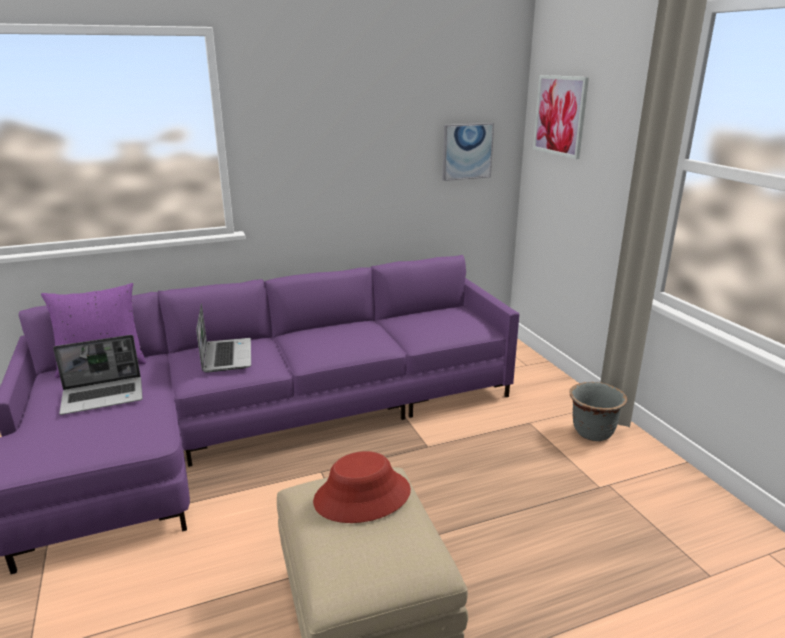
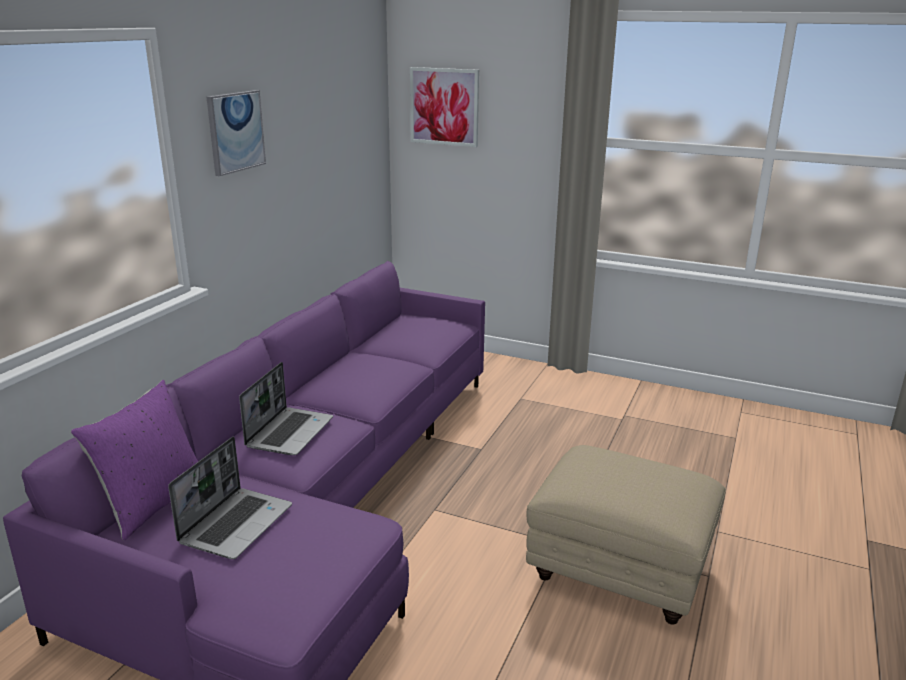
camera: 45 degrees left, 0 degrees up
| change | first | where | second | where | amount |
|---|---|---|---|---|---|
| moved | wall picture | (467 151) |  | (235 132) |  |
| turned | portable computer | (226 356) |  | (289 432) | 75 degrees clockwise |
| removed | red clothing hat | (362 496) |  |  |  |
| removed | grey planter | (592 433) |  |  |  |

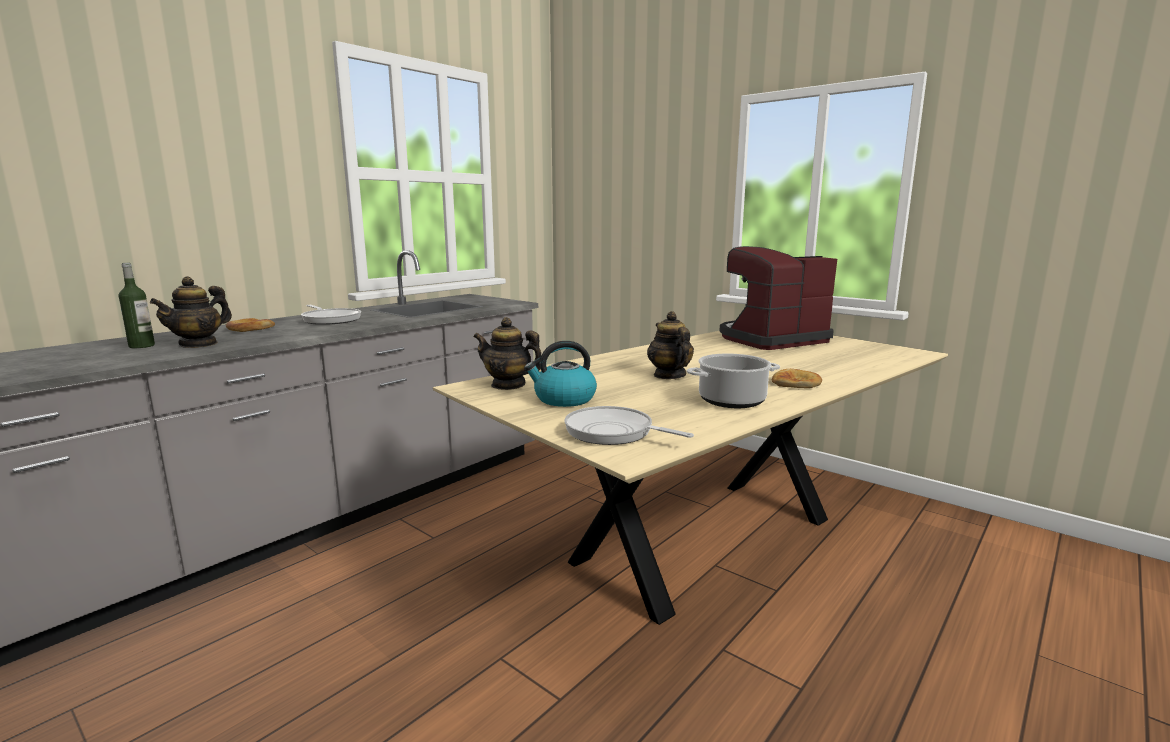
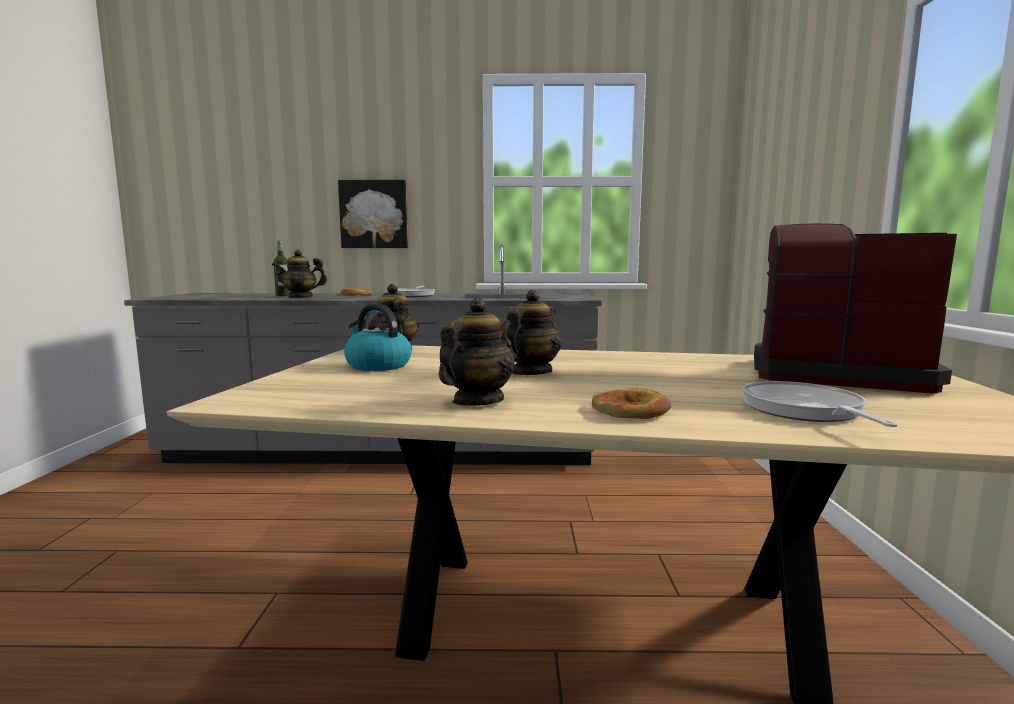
camera: 50 degrees right, 5 degrees down
| change | first | where | second | where | amount |
|---|---|---|---|---|---|
| added |  |  | wall picture | (374 214) |  |
| replaced | saucepot | (731 401) | teapot | (477 401) |  |
| moved | skillet | (613 432) |  | (804 410) |  |

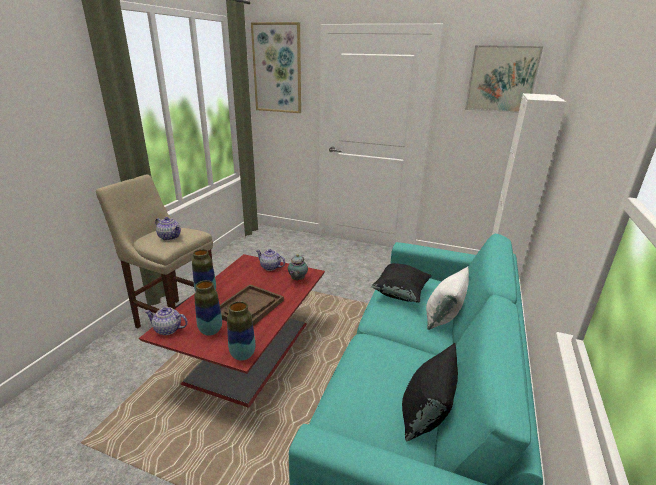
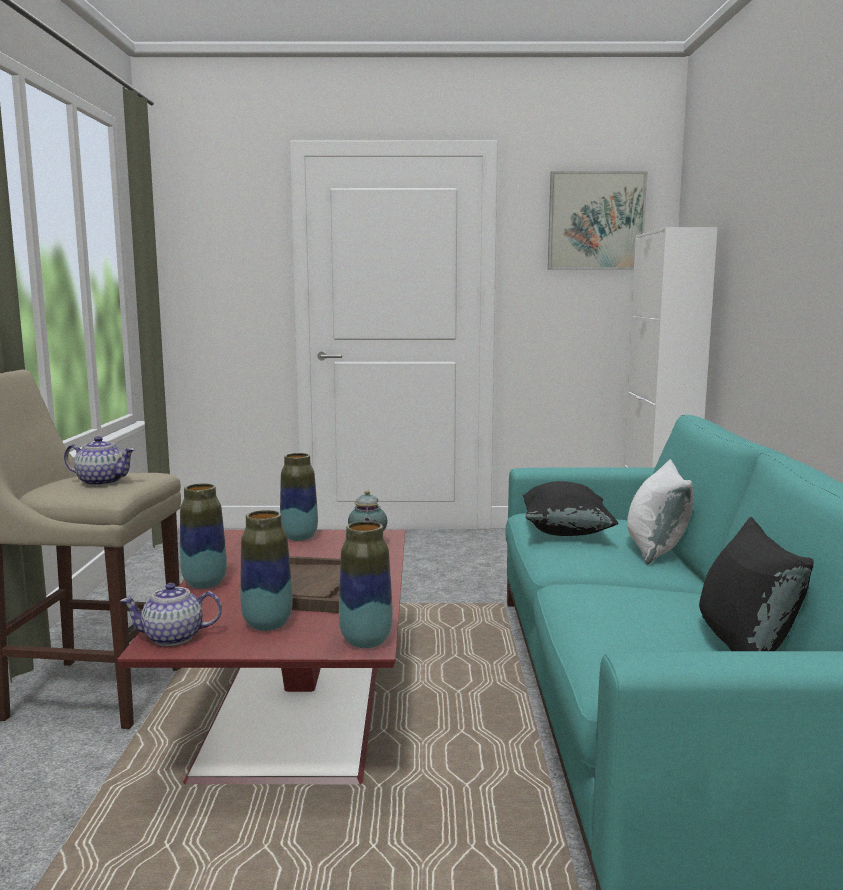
camera: 20 degrees left, 15 degrees down
| change | first | where | second | where | amount |
|---|---|---|---|---|---|
| replaced | teapot | (270 267) | vase | (299 537) |  |
| removed | wall picture | (277 68) |  |  |  |

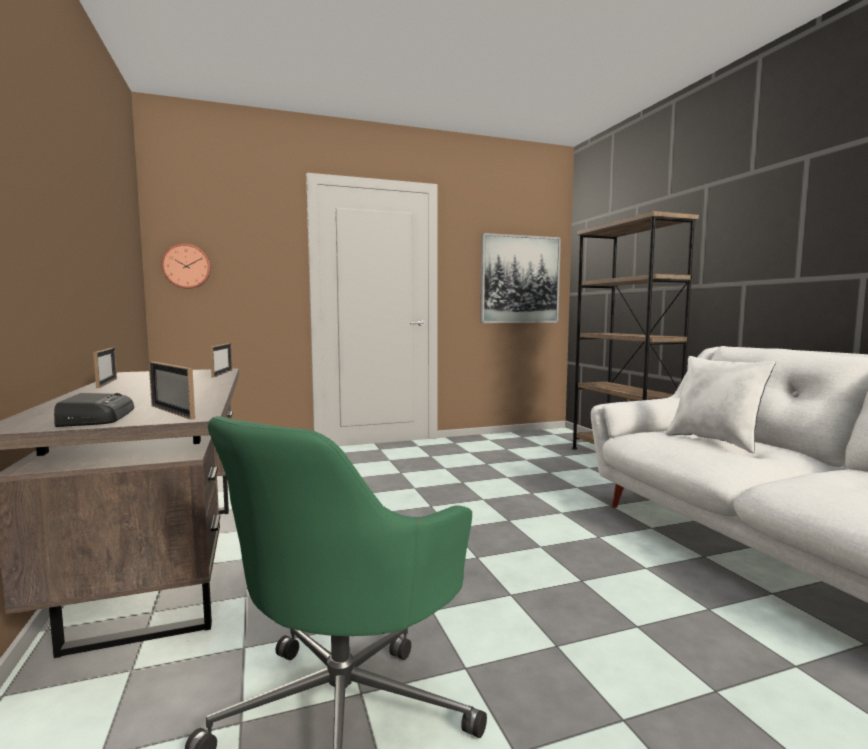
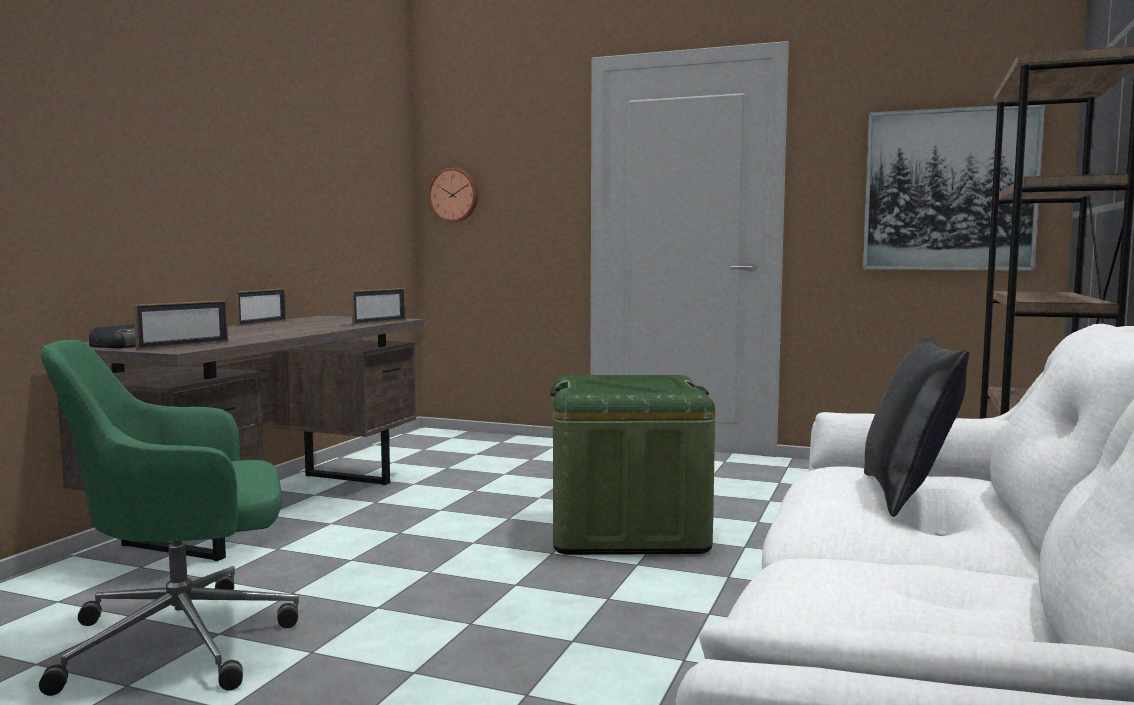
camera: 40 degrees right, 0 degrees up
| change | first | where | second | where | amount |
|---|---|---|---|---|---|
| turned | photo frame | (172 412) |  | (183 346) | 135 degrees counterclockwise |
| added |  |  | green-coloured storage container | (627 530) |  |
| recoloured | white-coloured pillow | (715 442) | blackish pillow | (908 496) |  |

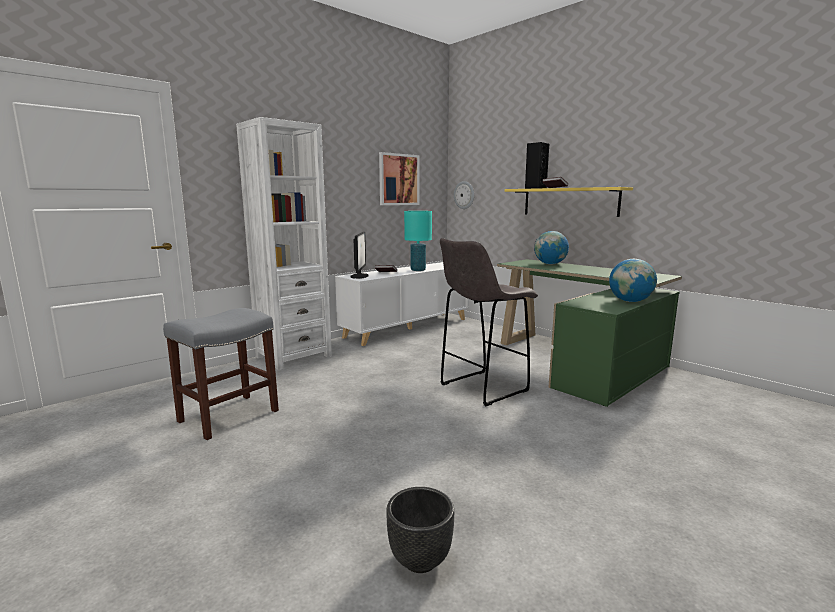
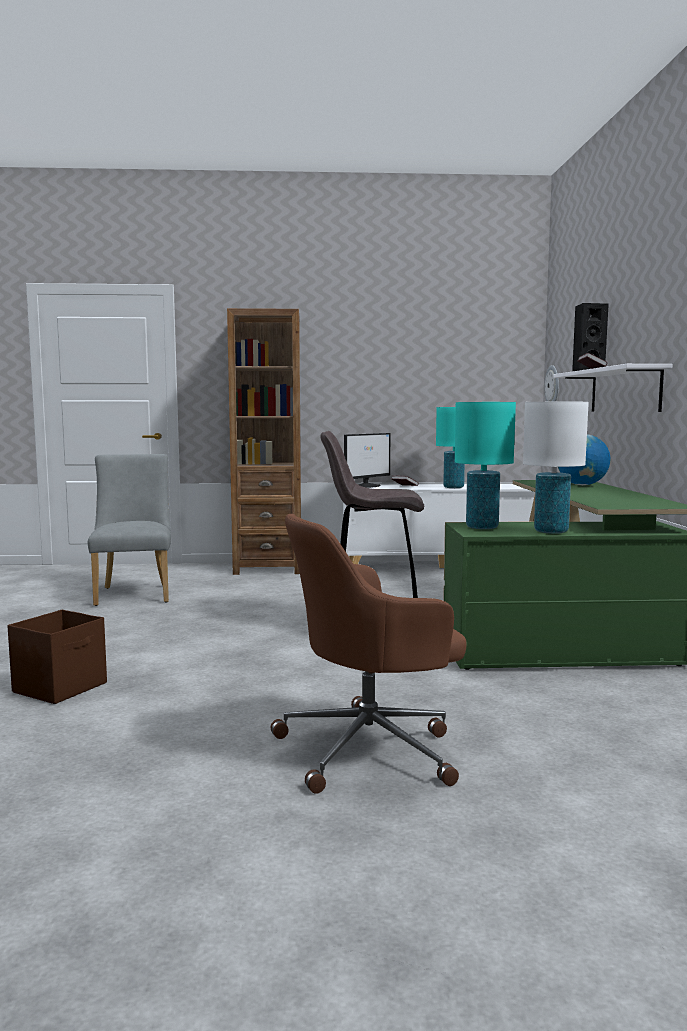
camera: 40 degrees right, 5 degrees down
| change | first | where | second | where | amount |
|---|---|---|---|---|---|
| replaced | blackish planter | (419 560) | brown-coloured storage container | (61 687) |  |
| replaced | grey sitting stool | (229 415) | grey upright chair | (134 593) |  |
| recoloured | white-coloured bookcase | (293 356) | brown-coloured bookcase | (268 568) |  |
| added |  |  | brown-coloured office chair | (371 749) |  |
| added |  |  | turquoise lamp for a table | (482 527) |  |
| replaced | globe | (630 301) | white-coloured lamp for a table | (551 531) |  |
| recoloured | yellow shelf | (569 202) | white-coloured shelf | (624 390) |  |
| removed | wall picture | (398 179) |  |  |  |

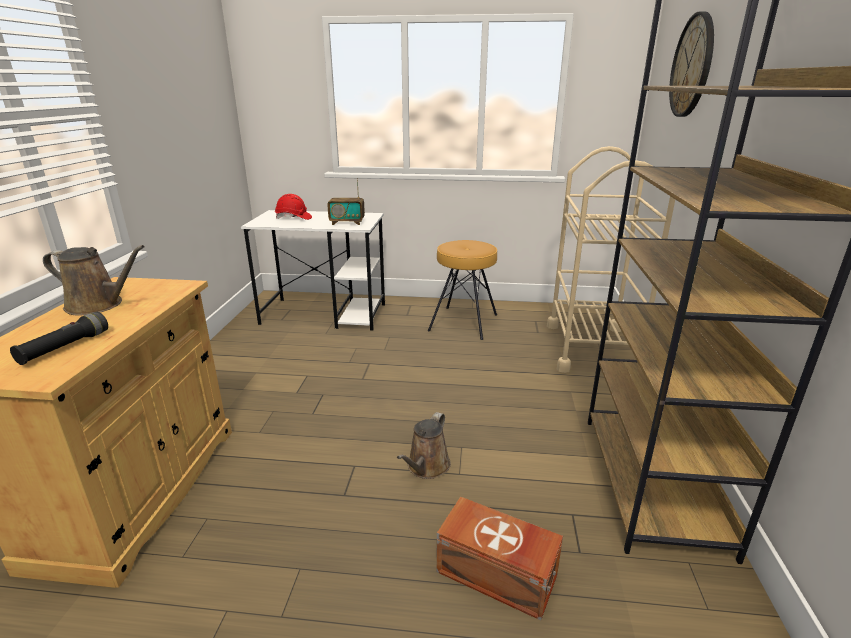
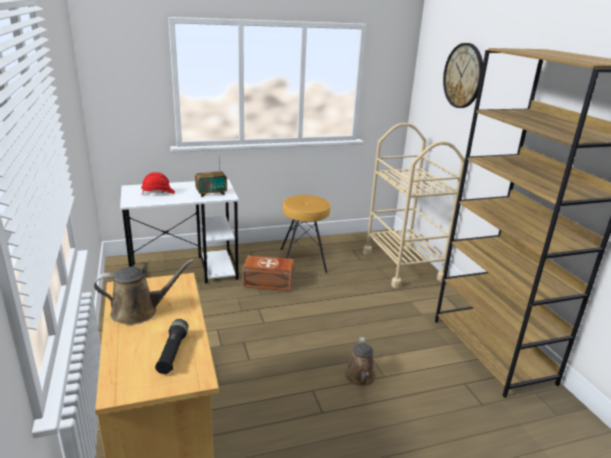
camera: 25 degrees left, 0 degrees up
| change | first | where | second | where | amount |
|---|---|---|---|---|---|
| moved | brown-coloured storage container | (497 575) |  | (269 283) |  |

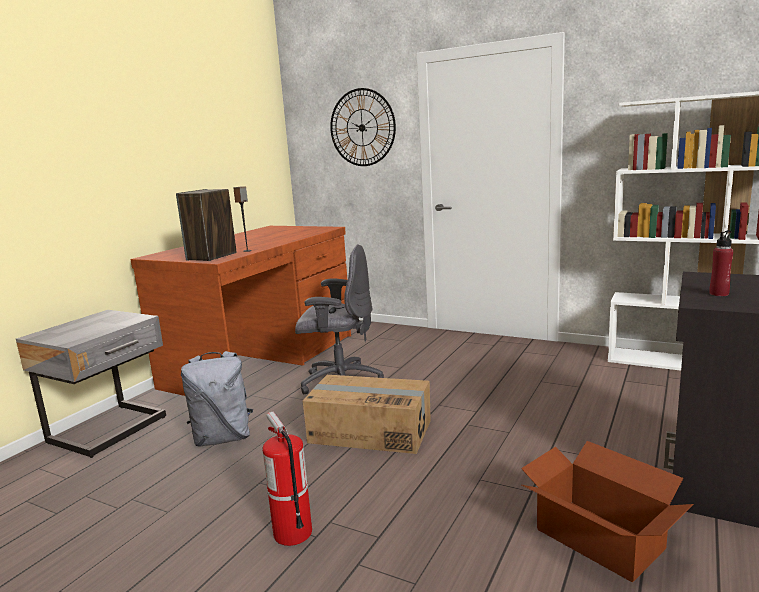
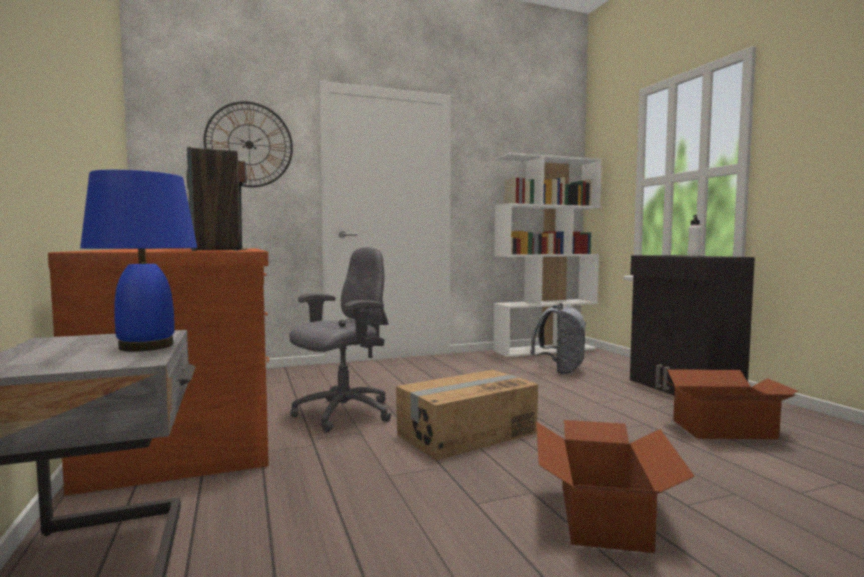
camera: 50 degrees left, 10 degrees down
| change | first | where | second | where | amount |
|---|---|---|---|---|---|
| added |  |  | blue lamp for a table | (147 346) |  |
| moved | grey knapsack | (223 438) |  | (560 371) |  |
| replaced | fire-fighting cylinder | (292 532) | cardboard box | (601 516) |  |
| recoloured | red bottle | (719 294) | white-coloured bottle | (693 256) |  |

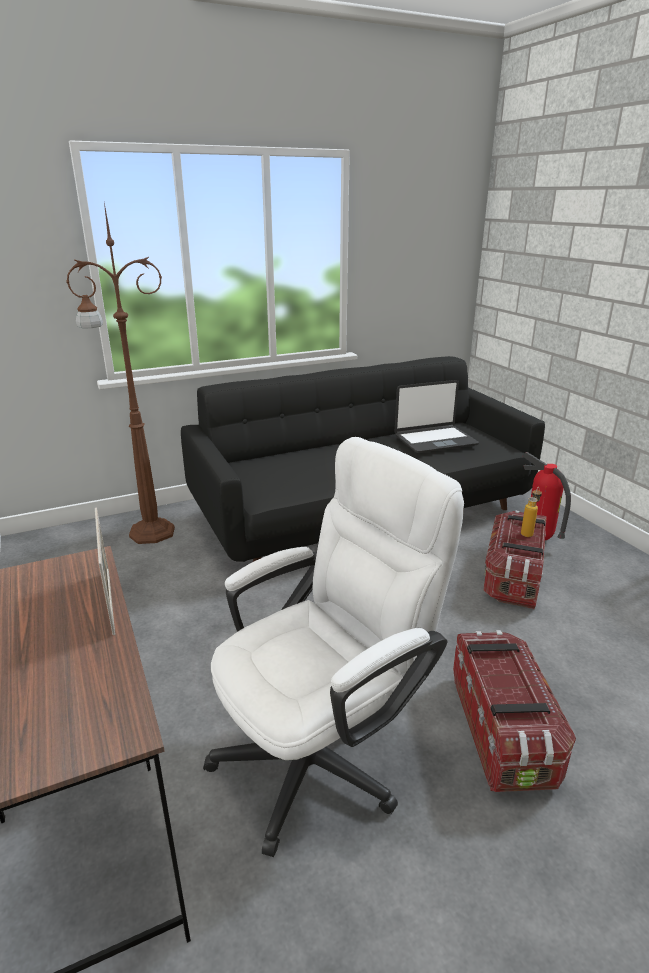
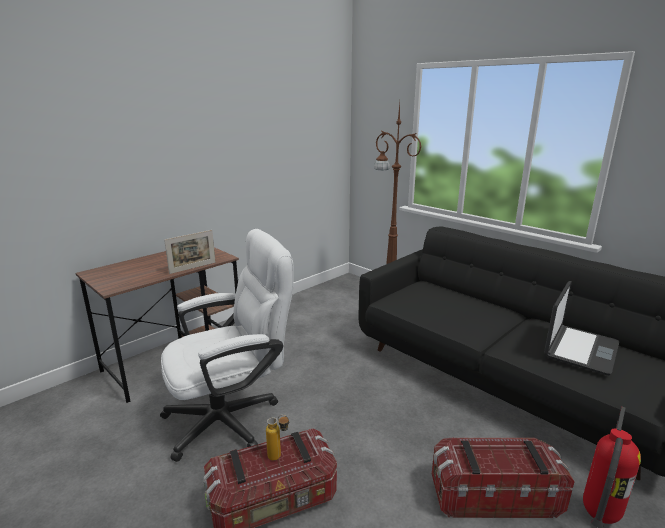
camera: 70 degrees right, 5 degrees down
| change | first | where | second | where | amount |
|---|---|---|---|---|---|
| turned | white-coloured office chair | (325 752) |  | (232 417) | 60 degrees counterclockwise |
| moved | bottle | (528 532) |  | (279 457) |  |
| turned | portable computer | (435 440) |  | (580 349) | 105 degrees counterclockwise |

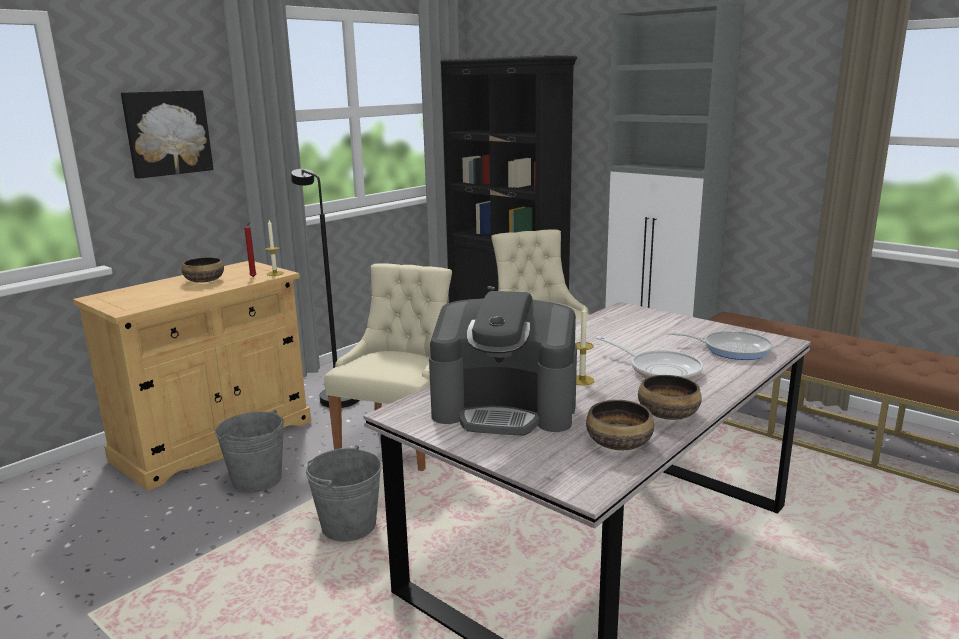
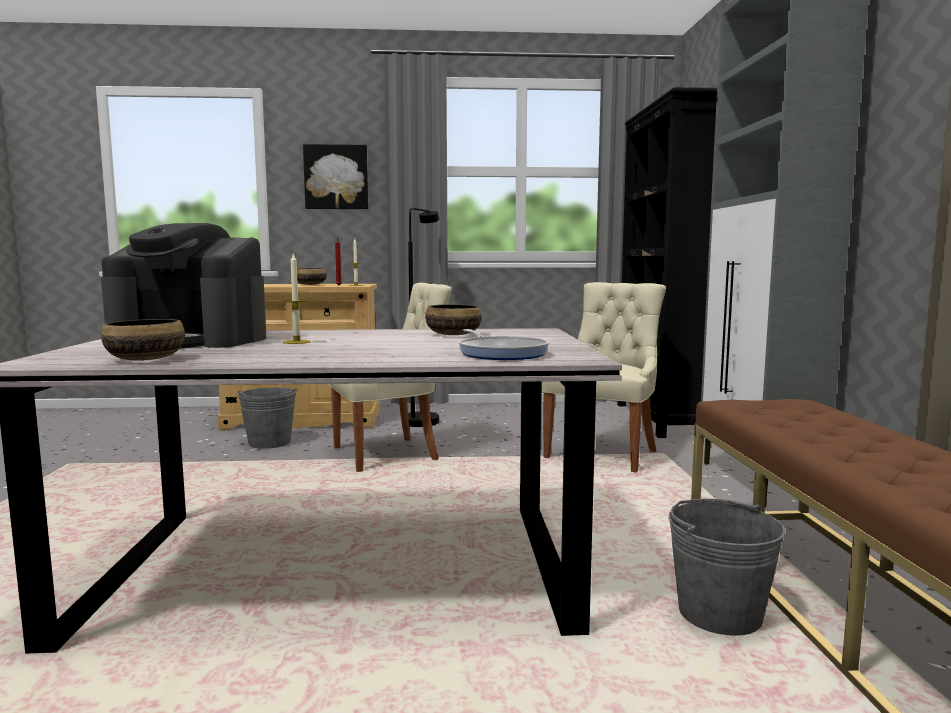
camera: 45 degrees right, 10 degrees down
| change | first | where | second | where | amount |
|---|---|---|---|---|---|
| turned | coffee maker | (505 408) |  | (191 340) | 45 degrees counterclockwise |
| moved | deep dish | (667 413) |  | (453 334) |  |
| moved | grey water bucket | (349 526) |  | (719 615) |  |
| removed | skillet | (660 370) |  |  |  |

